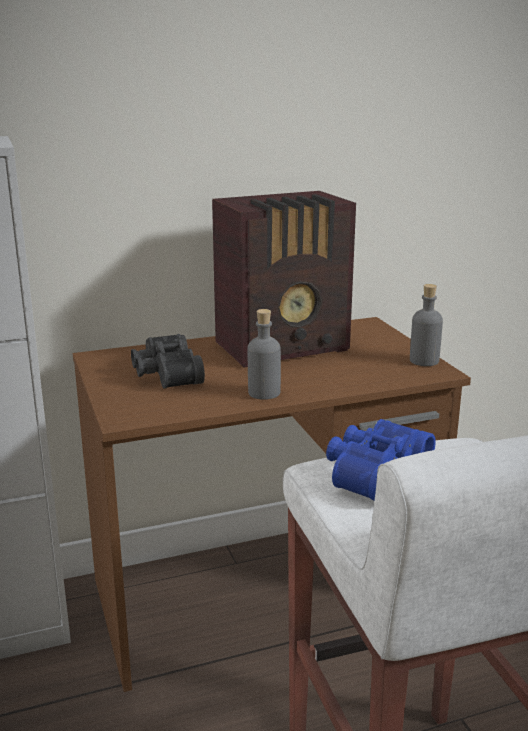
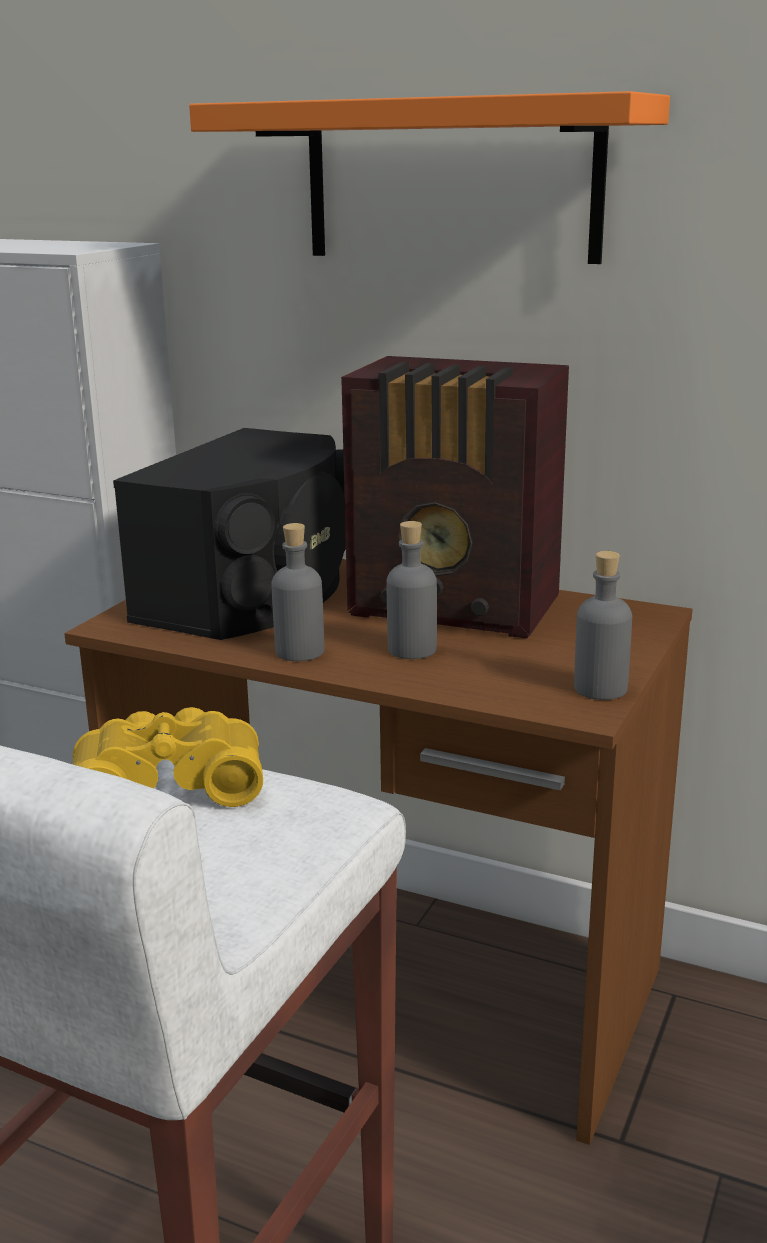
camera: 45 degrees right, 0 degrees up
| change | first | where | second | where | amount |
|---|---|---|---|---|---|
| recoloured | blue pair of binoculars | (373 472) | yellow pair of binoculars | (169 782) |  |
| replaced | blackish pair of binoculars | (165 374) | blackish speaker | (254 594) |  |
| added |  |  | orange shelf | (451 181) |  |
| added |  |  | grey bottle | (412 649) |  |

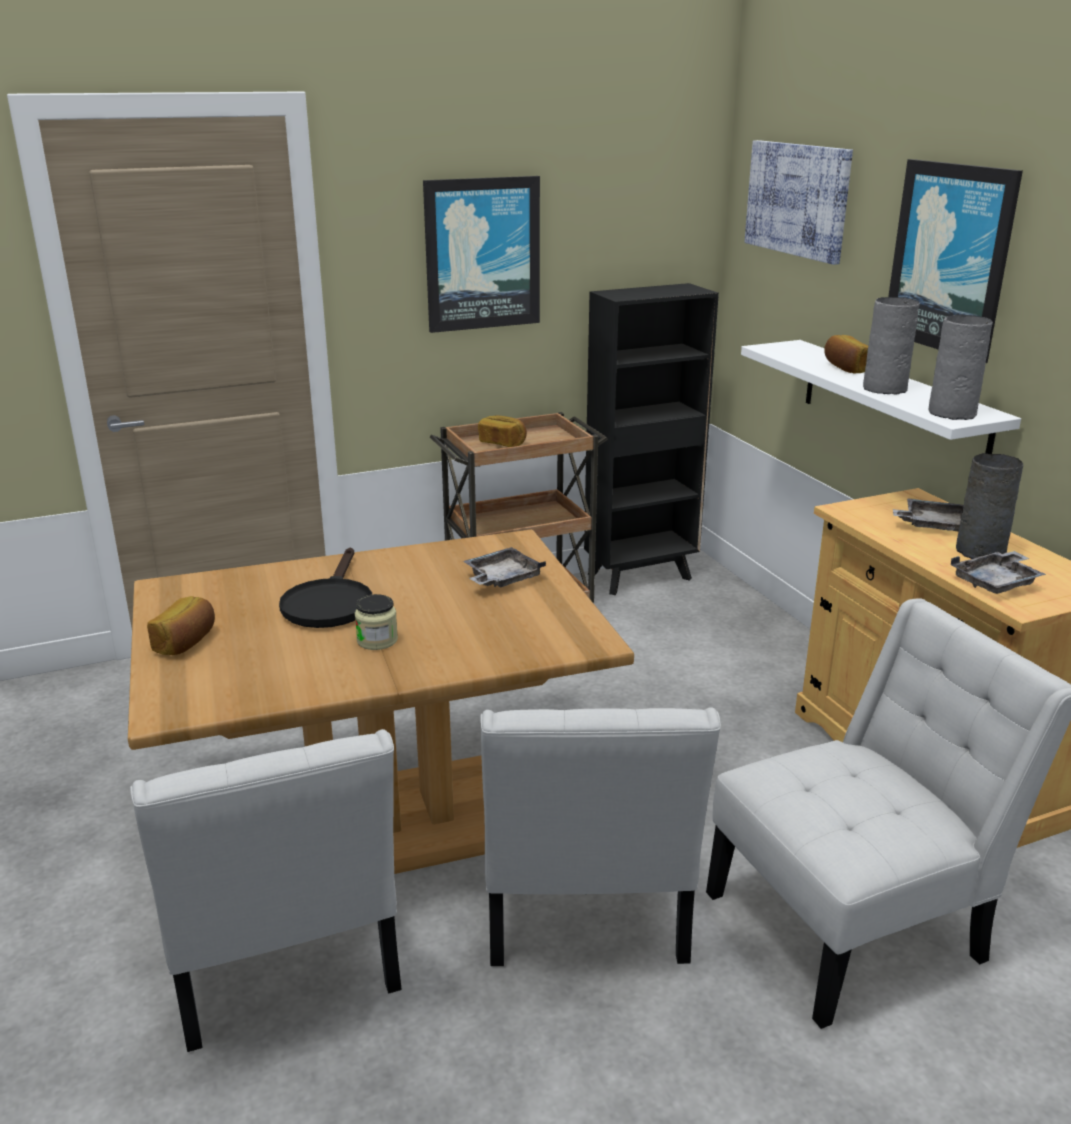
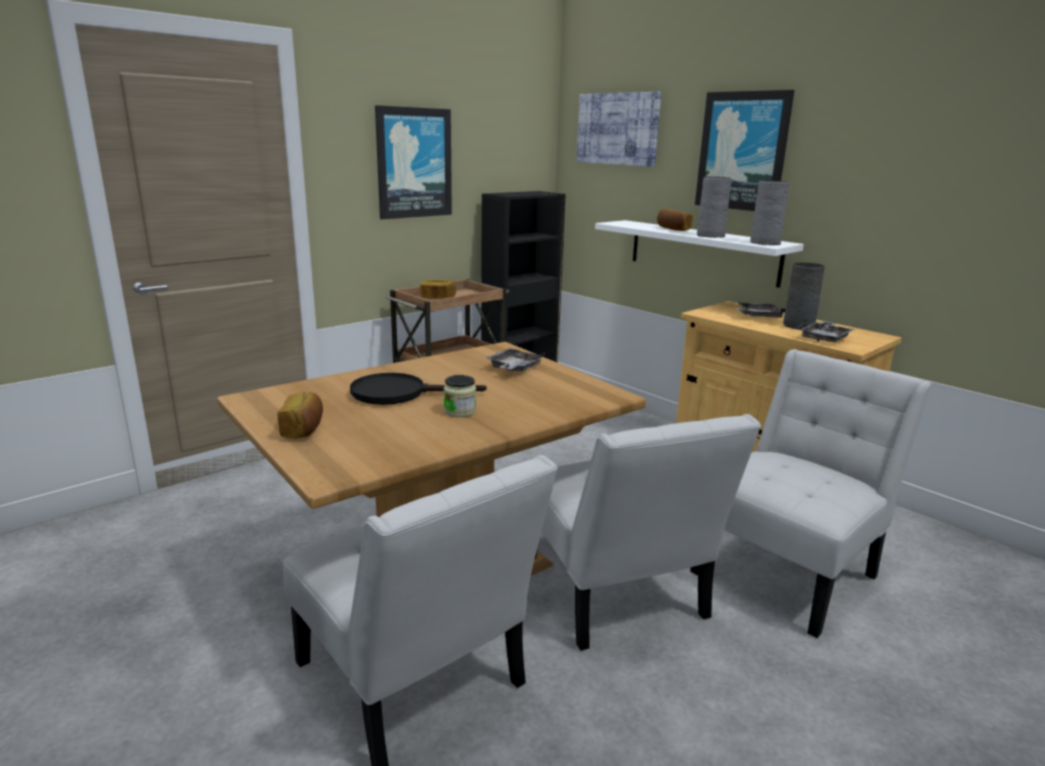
camera: 20 degrees left, 5 degrees down
| change | first | where | second | where | amount |
|---|---|---|---|---|---|
| turned | blackish skillet | (329 602) |  | (399 393) | 105 degrees clockwise |

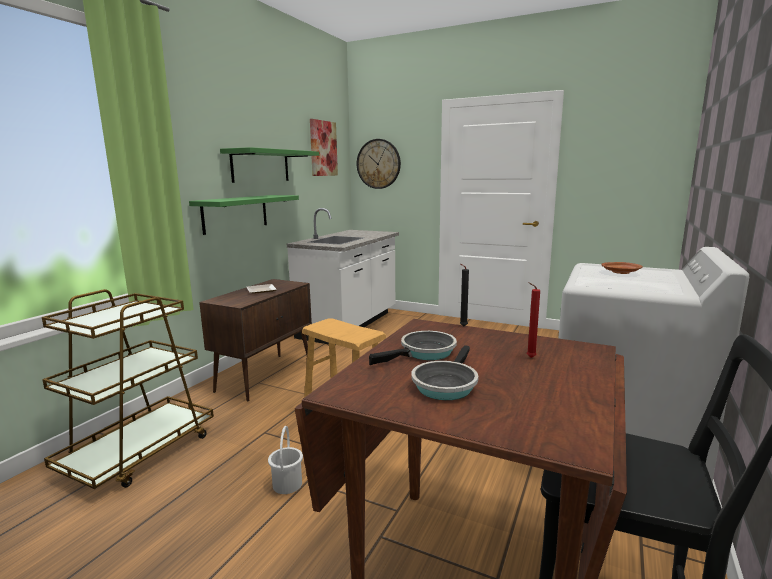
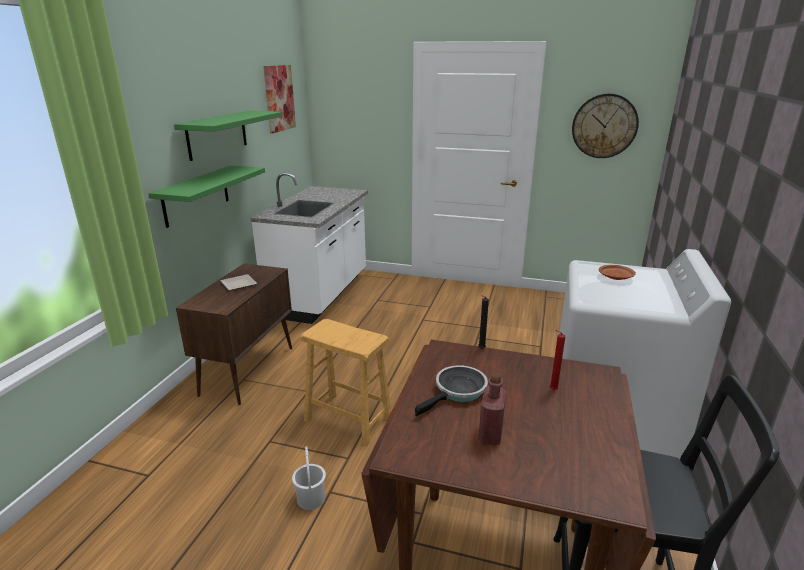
camera: 10 degrees left, 10 degrees up
| change | first | where | second | where | amount |
|---|---|---|---|---|---|
| replaced | skillet | (445 384) | red bottle | (490 434) |  |
| moved | clock on the wall | (378 164) |  | (604 126) |  |
| removed | brown-coloured cart | (140 452) |  |  |  |

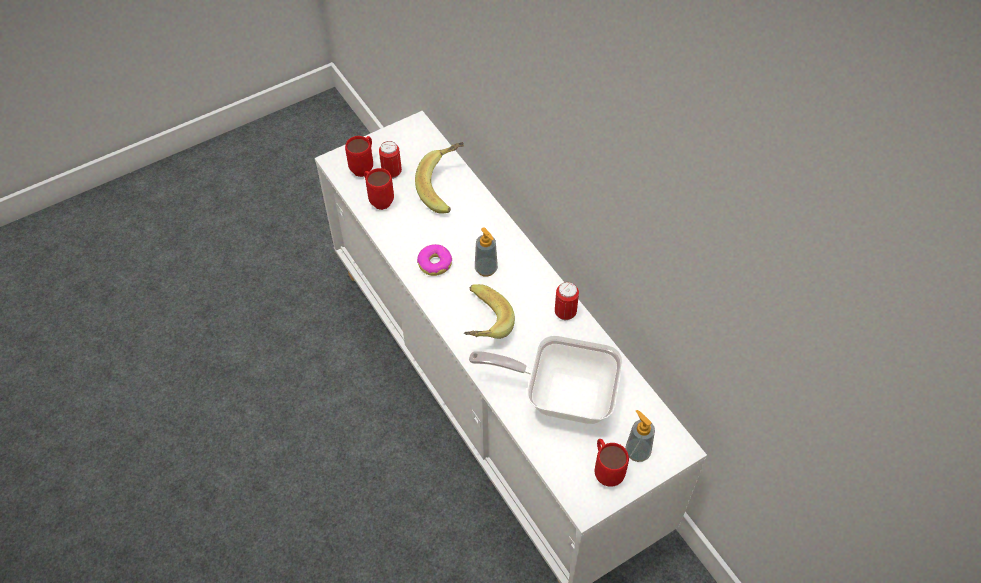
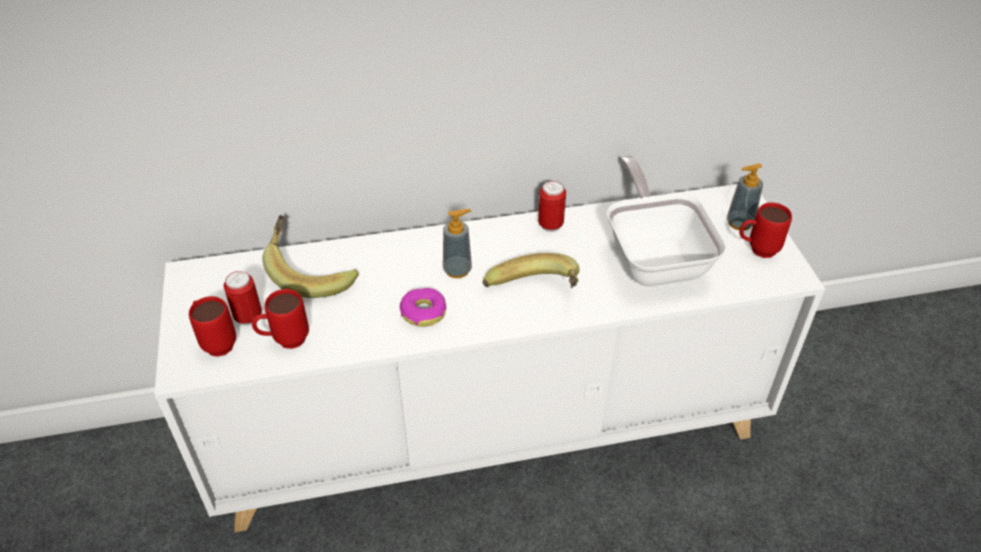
camera: 70 degrees left, 10 degrees down
| change | first | where | second | where | amount |
|---|---|---|---|---|---|
| turned | skillet | (561 395) |  | (654 257) | 135 degrees clockwise |

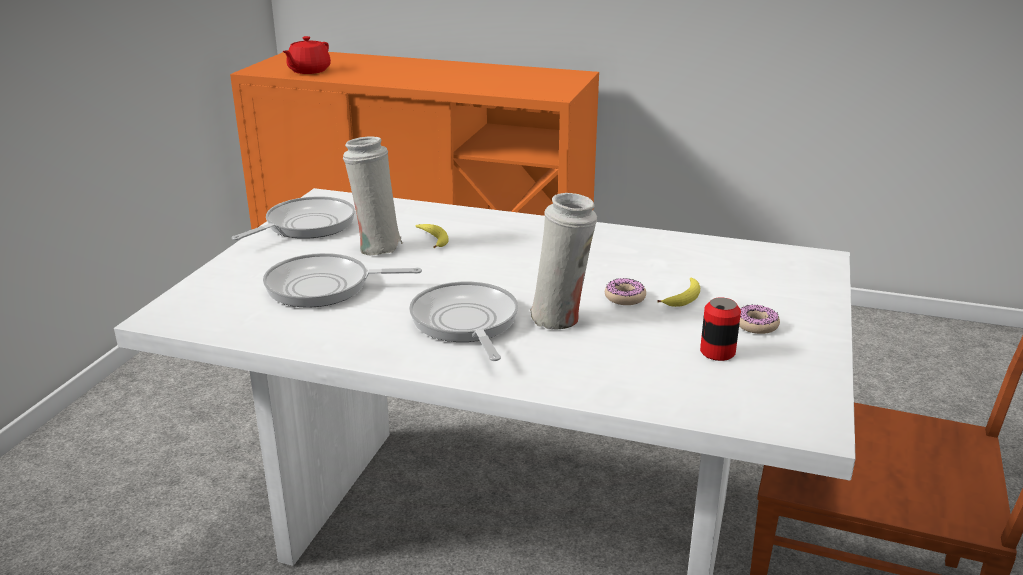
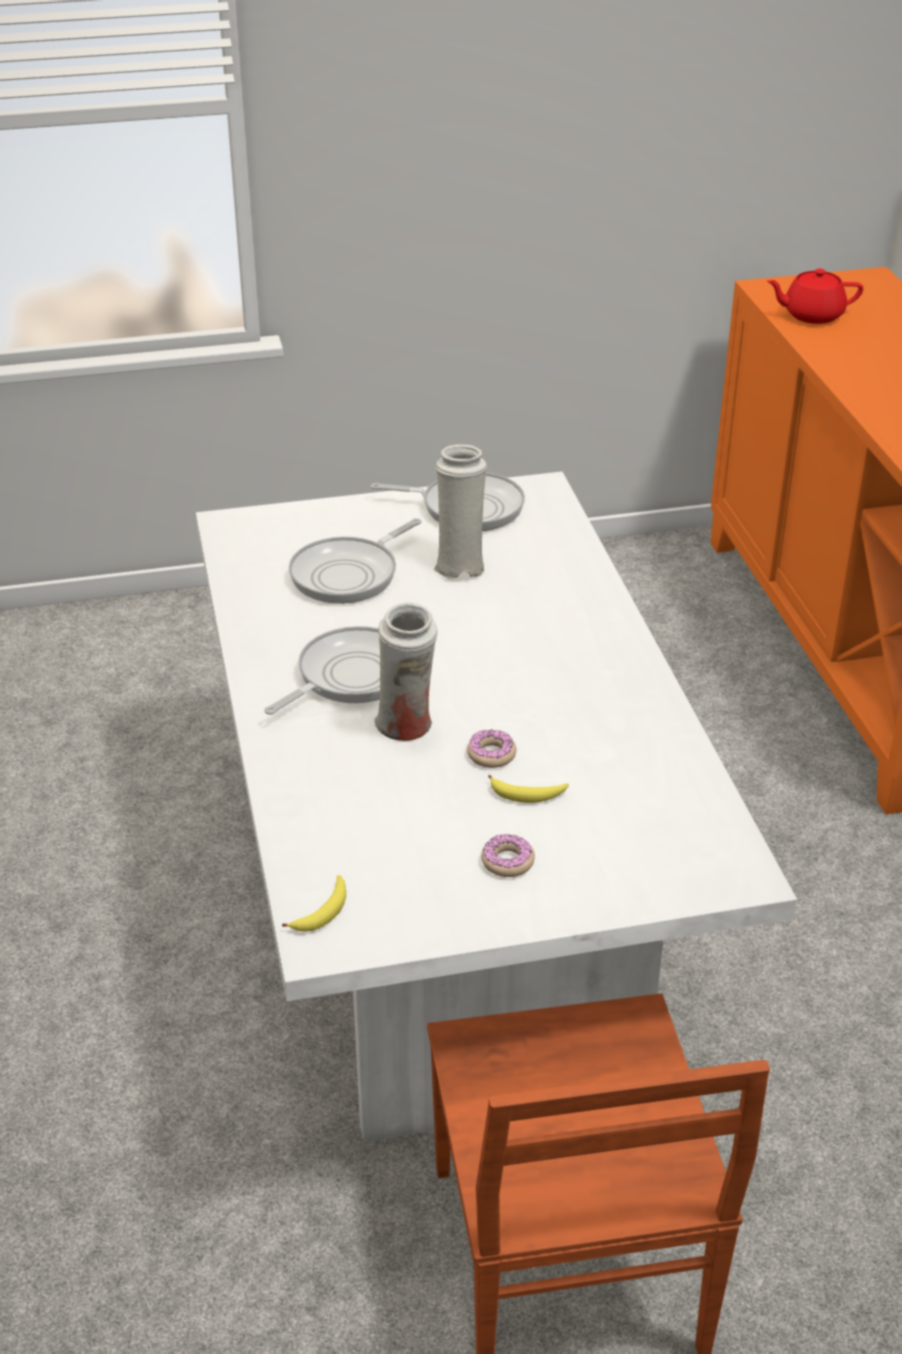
camera: 60 degrees right, 10 degrees up
| change | first | where | second | where | amount |
|---|---|---|---|---|---|
| moved | banana | (433 239) |  | (322 911) |  |
| turned | skillet | (324 287) |  | (349 574) | 105 degrees counterclockwise |
| removed | metal can | (717 352) |  |  |  |

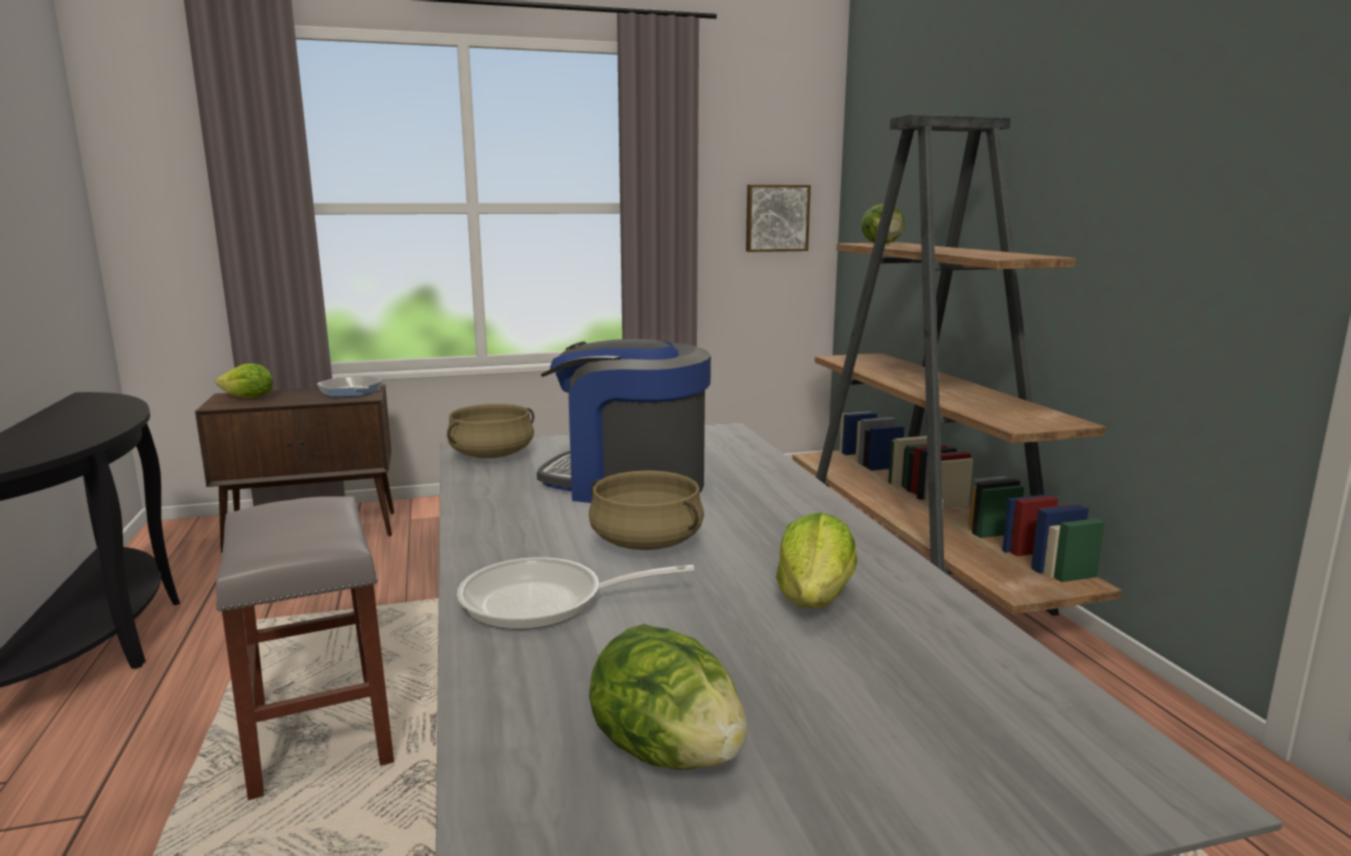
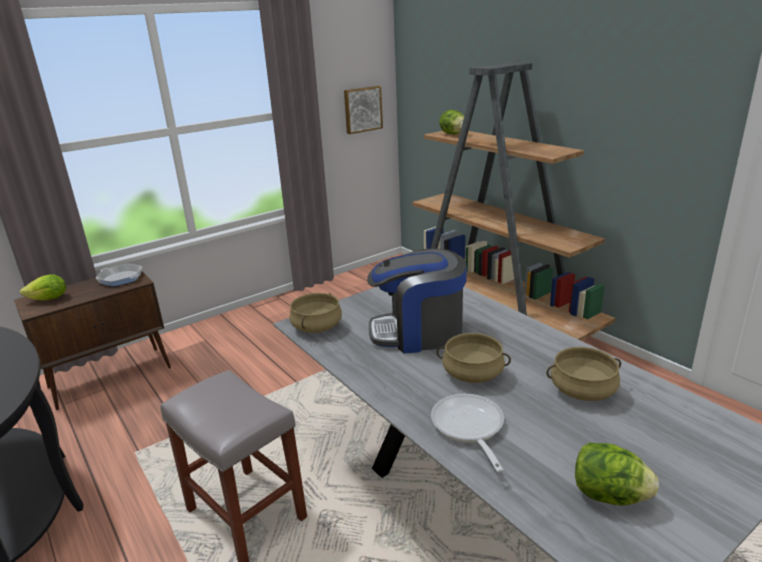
camera: 20 degrees left, 10 degrees up
| change | first | where | second | where | amount |
|---|---|---|---|---|---|
| turned | skillet | (545 602) |  | (469 428) | 105 degrees clockwise |
| replaced | lettuce head | (815 599) | sand-coloured saucepot | (582 390) |  |

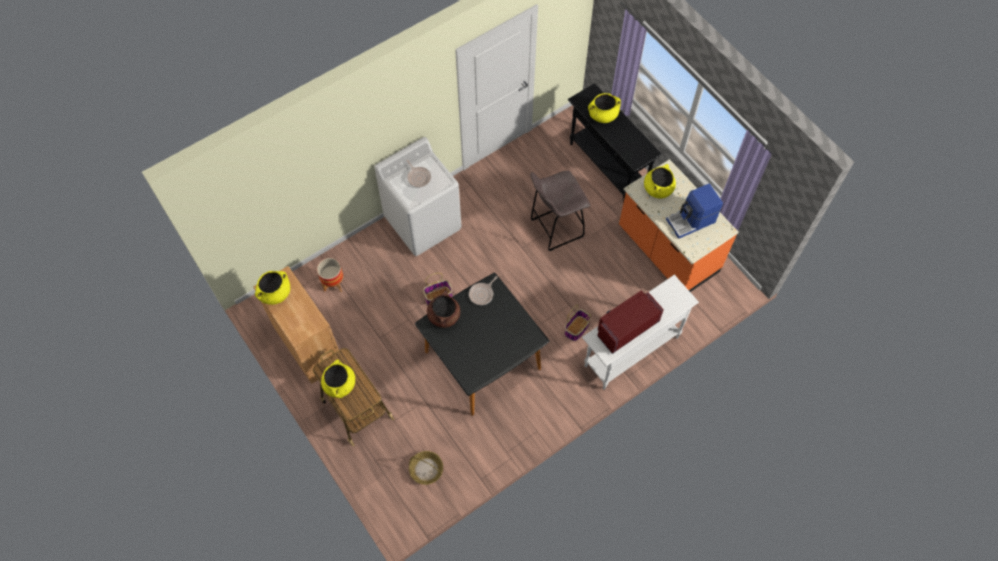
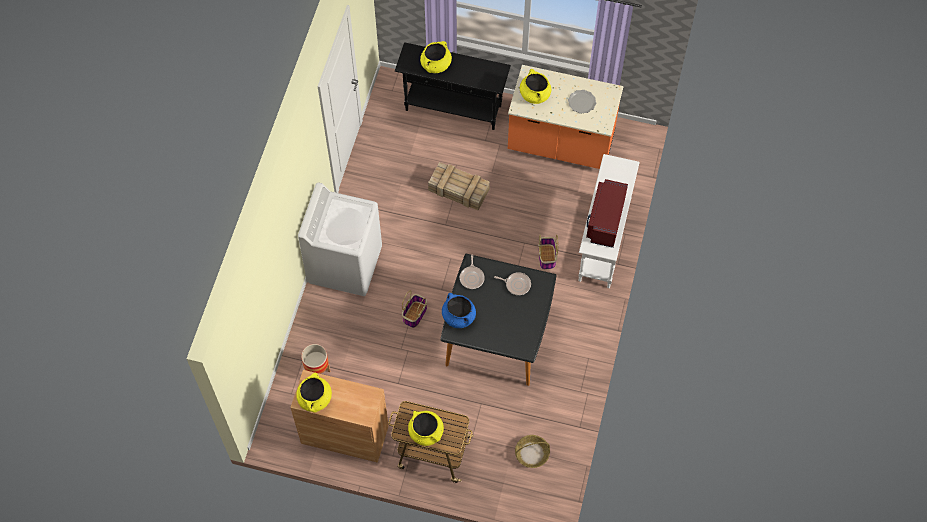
camera: 40 degrees left, 0 degrees up
| change | first | where | second | where | amount |
|---|---|---|---|---|---|
| replaced | grey sitting stool | (555 228) | shipping crate | (457 190) |  |
| recoloured | brown-coloured saucepot | (444 316) | blue saucepot | (458 316) |  |
| moved | skillet | (418 177) |  | (516 284) |  |
| replaced | coffee maker | (691 221) | plate | (582 102) |  |

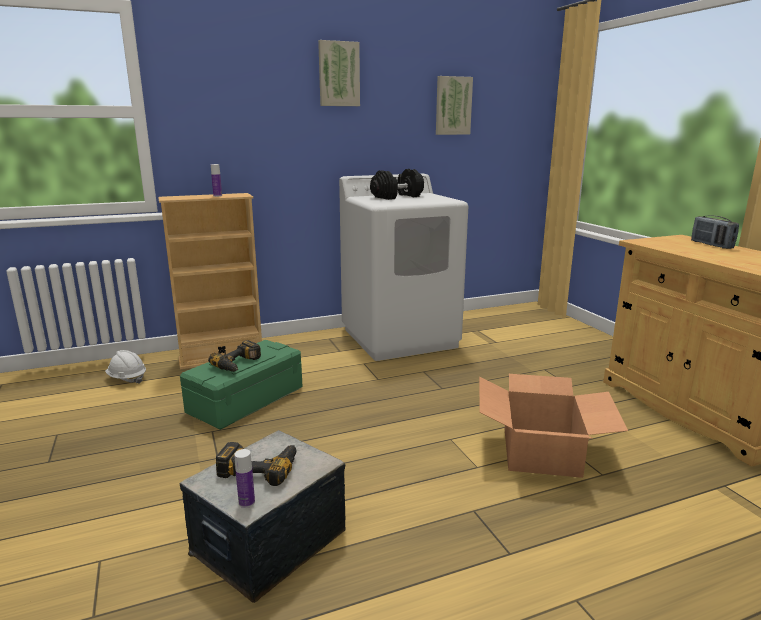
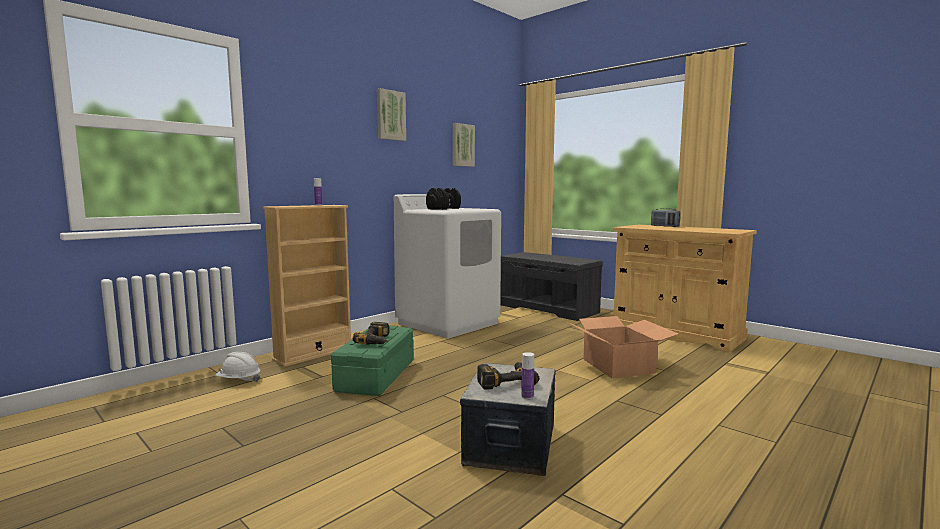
camera: 25 degrees left, 10 degrees down
| change | first | where | second | where | amount |
|---|---|---|---|---|---|
| added |  |  | grey bench | (549 308) |  |

